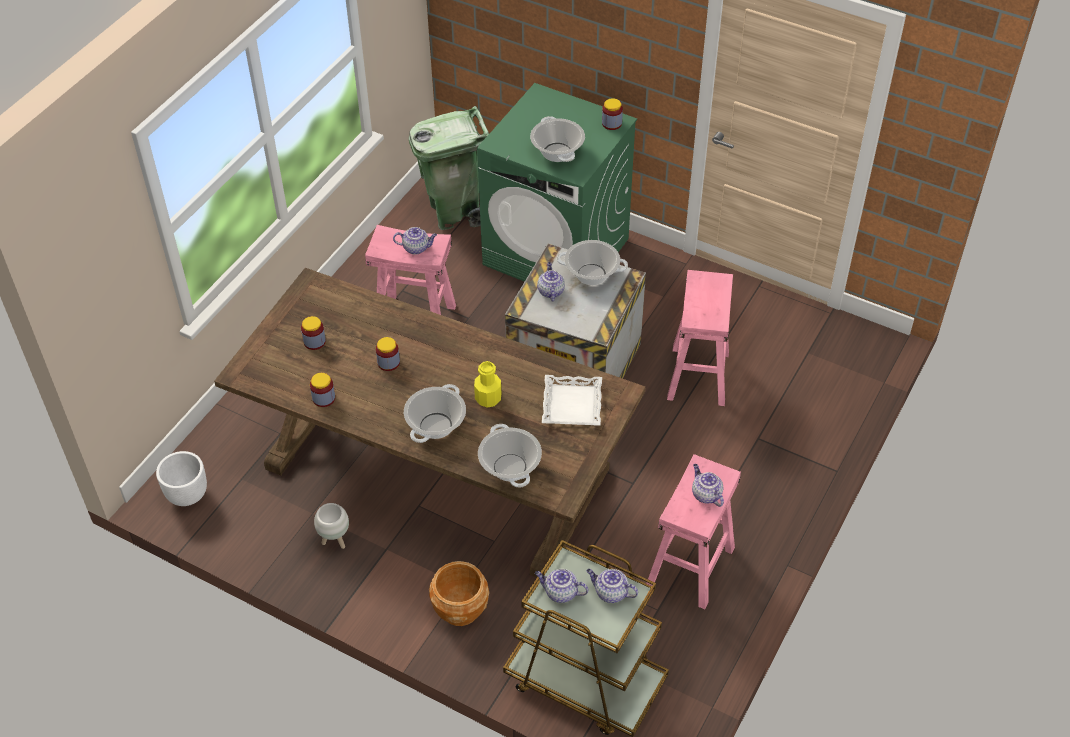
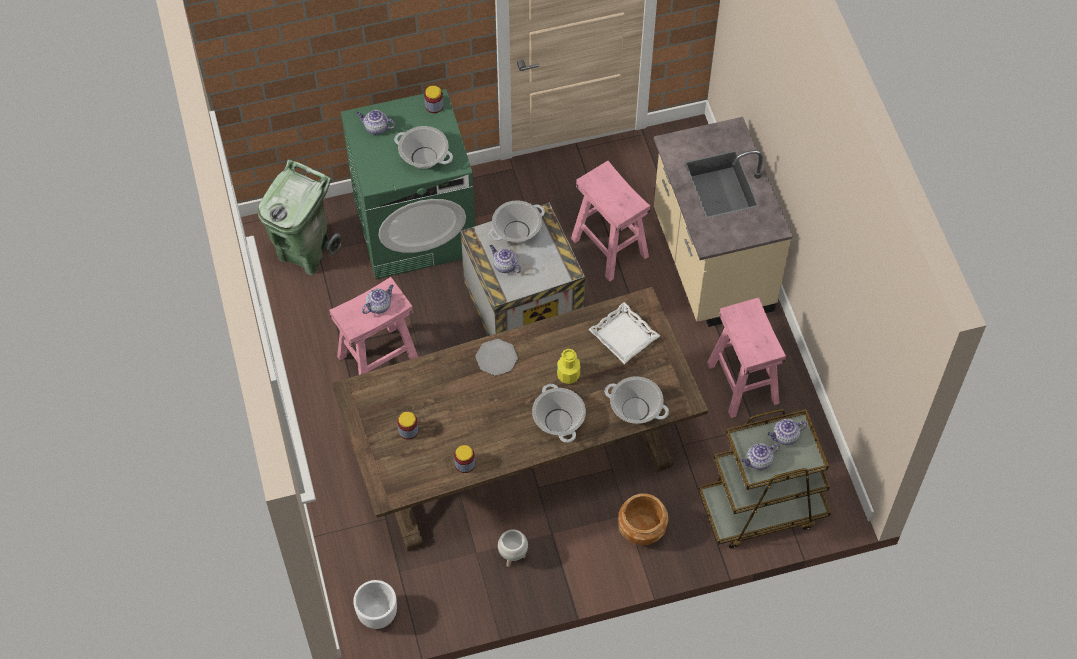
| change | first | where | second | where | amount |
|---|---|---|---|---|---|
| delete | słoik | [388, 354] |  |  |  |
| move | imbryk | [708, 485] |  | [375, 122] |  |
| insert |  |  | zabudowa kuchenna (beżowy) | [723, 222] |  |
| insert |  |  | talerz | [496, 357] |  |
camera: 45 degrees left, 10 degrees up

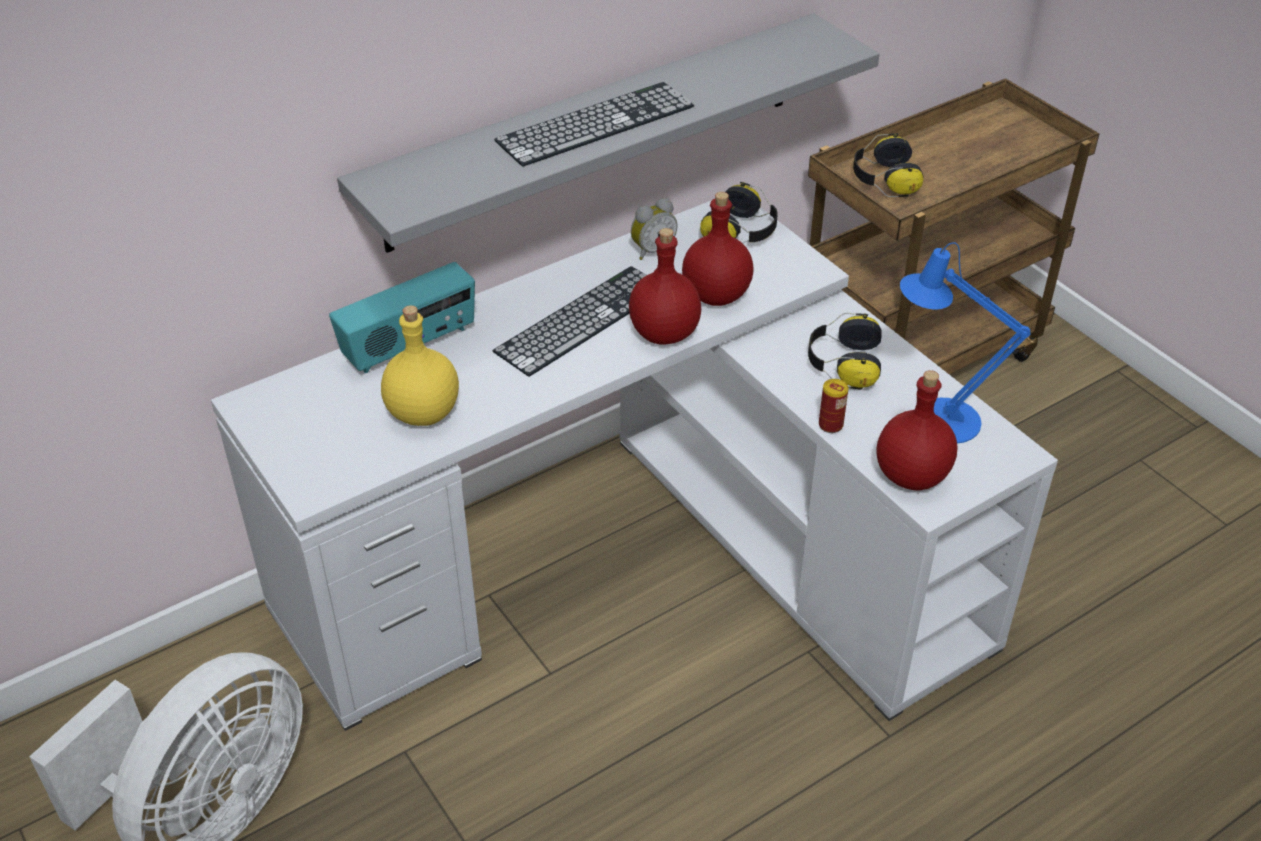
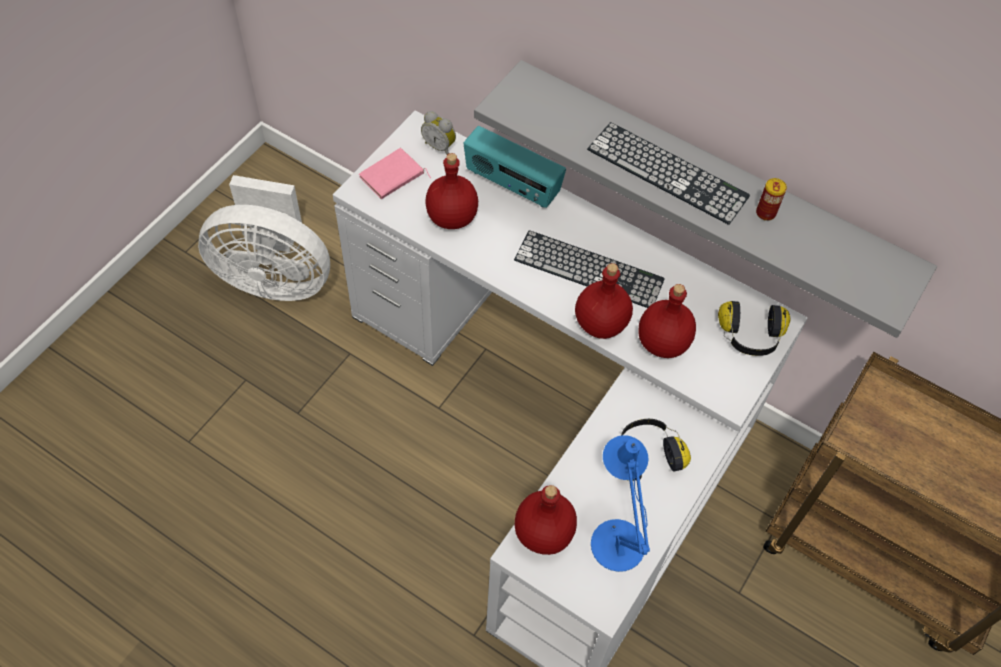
| change | first | where | second | where | amount |
|---|---|---|---|---|---|
| delete | słuchawki | [888, 165] |  |  |  |
| move | budzik | [654, 229] |  | [438, 133] |  |
| recolor | butelka (żółty) | [420, 365] | butelka (czerwony) | [451, 191] |  |
| move | puszka | [833, 406] |  | [771, 199] |  |
| insert |  |  | książka (różowy) | [395, 173] |  |
camera: 65 degrees right, 15 degrees up

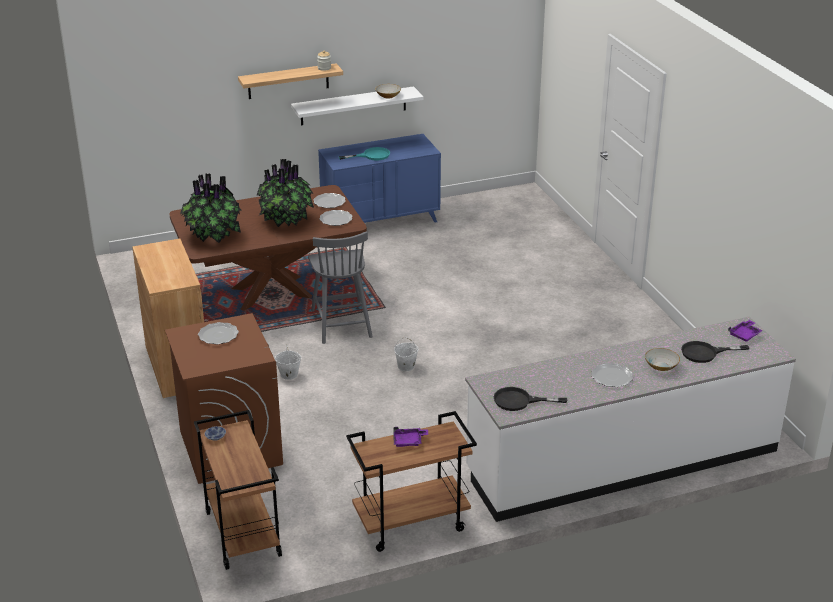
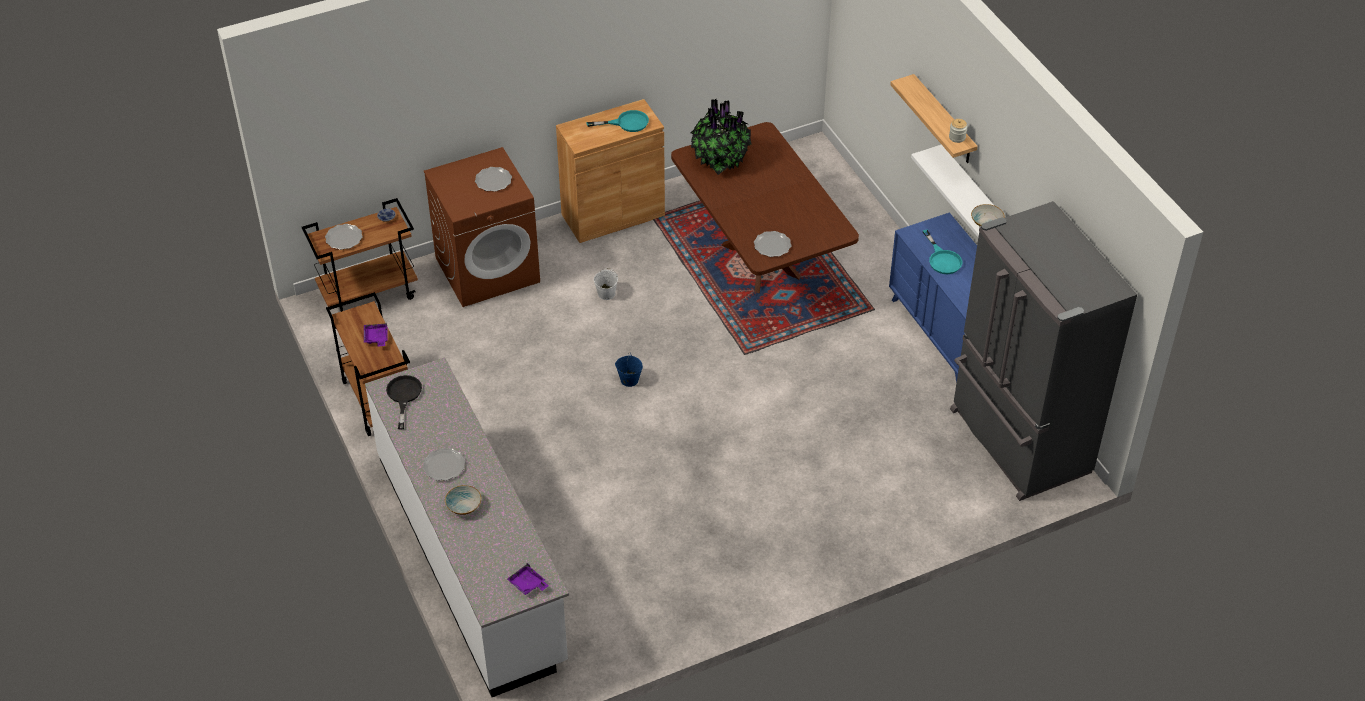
| change | first | where | second | where | amount |
|---|---|---|---|---|---|
| delete | roślina doniczkowa | [285, 193] |  |  |  |
| move | talerz | [329, 200] |  | [344, 237] |  |
| delete | krzesło (szary) | [340, 287] |  |  |  |
| recolor | wiadro (biały) | [406, 354] | wiadro (niebieski) | [629, 369] |  |
| delete | patelnia (czarny) | [715, 352] |  |  |  |
| insert |  |  | patelnia (turkusowy) | [618, 121] |  |
| insert |  |  | lodówka (szary) | [1043, 351] |  |
camera: 85 degrees right, 15 degrees up

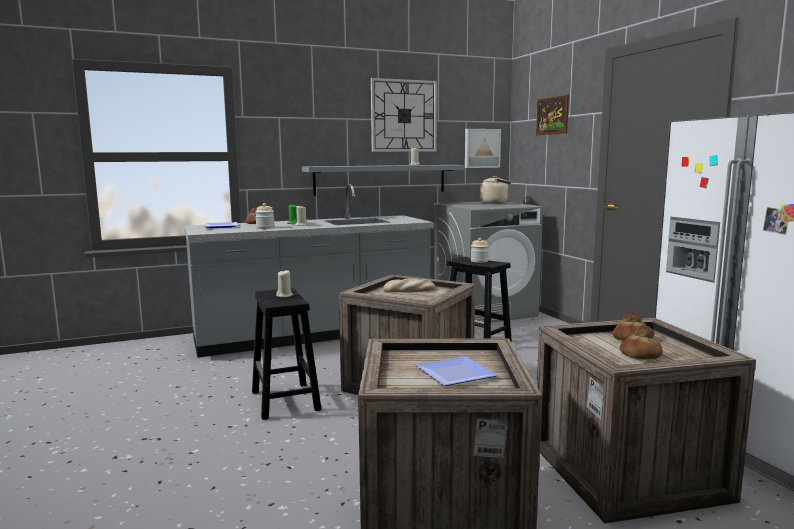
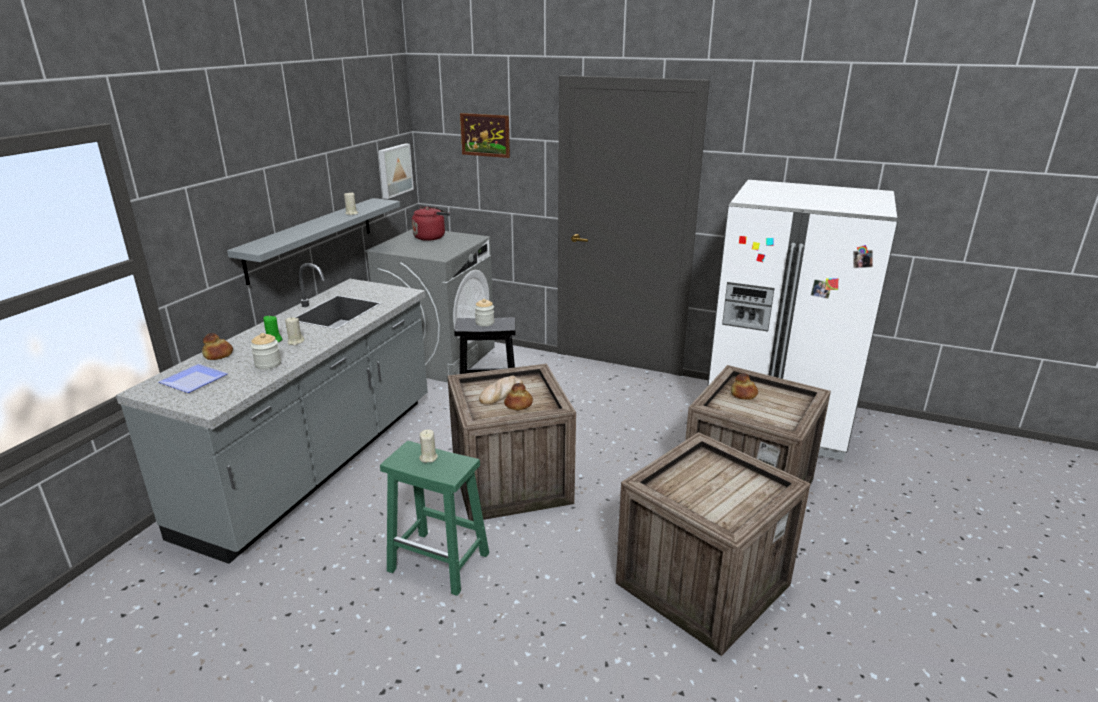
| change | first | where | second | where | amount |
|---|---|---|---|---|---|
| delete | zegar ścienny | [404, 115] |  |  |  |
| recolor | czajnik (beżowy) | [495, 190] | czajnik (czerwony) | [431, 223] |  |
| recolor | stołek (czarny) | [287, 354] | stołek (zielony) | [434, 518] |  |
| move | chleb | [641, 342] |  | [518, 396] |  |
| delete | talerz | [457, 371] |  |  |  |
camera: 45 degrees left, 15 degrees up

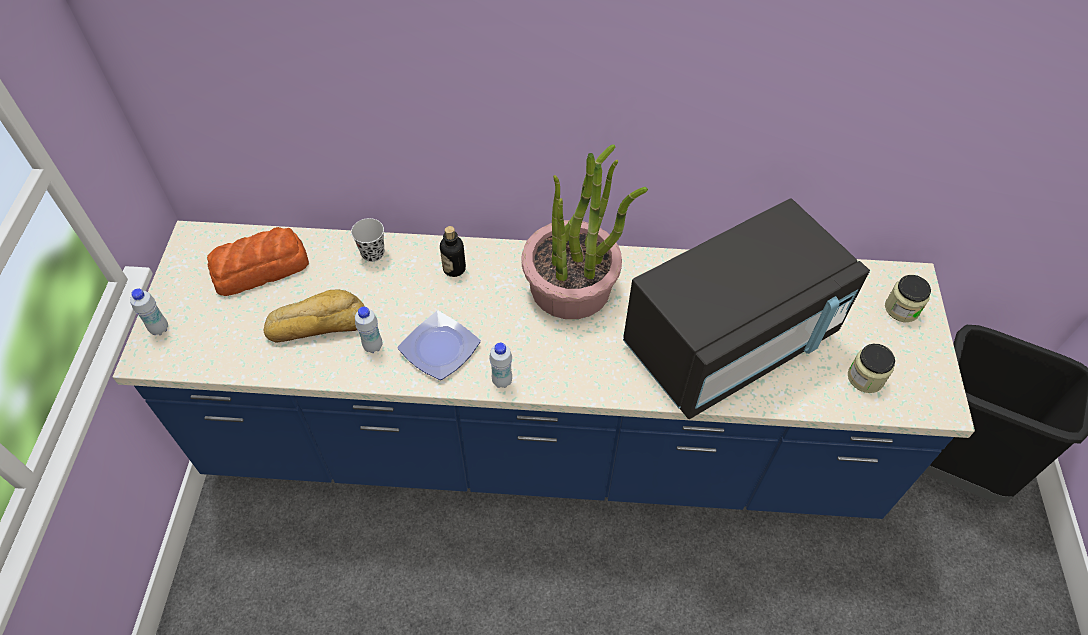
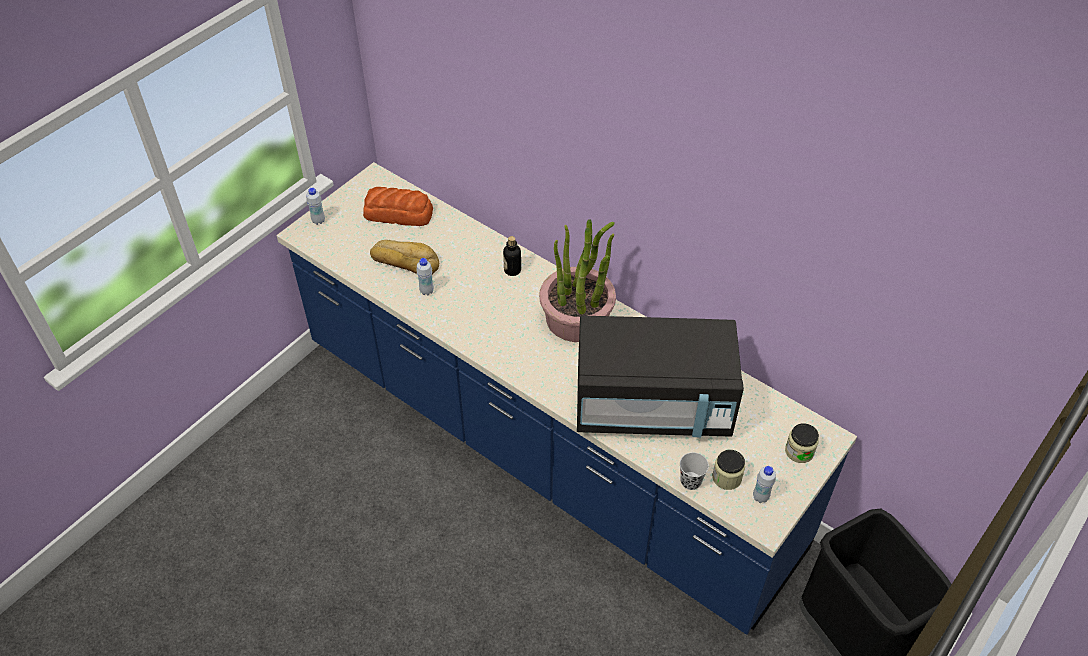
| change | first | where | second | where | amount |
|---|---|---|---|---|---|
| move | filiżanka (czarny) | [367, 240] |  | [694, 471] |  |
| delete | talerz | [439, 345] |  |  |  |
| move | butelka (biały) | [500, 365] |  | [764, 484] |  |
camera: 35 degrees right, 5 degrees down

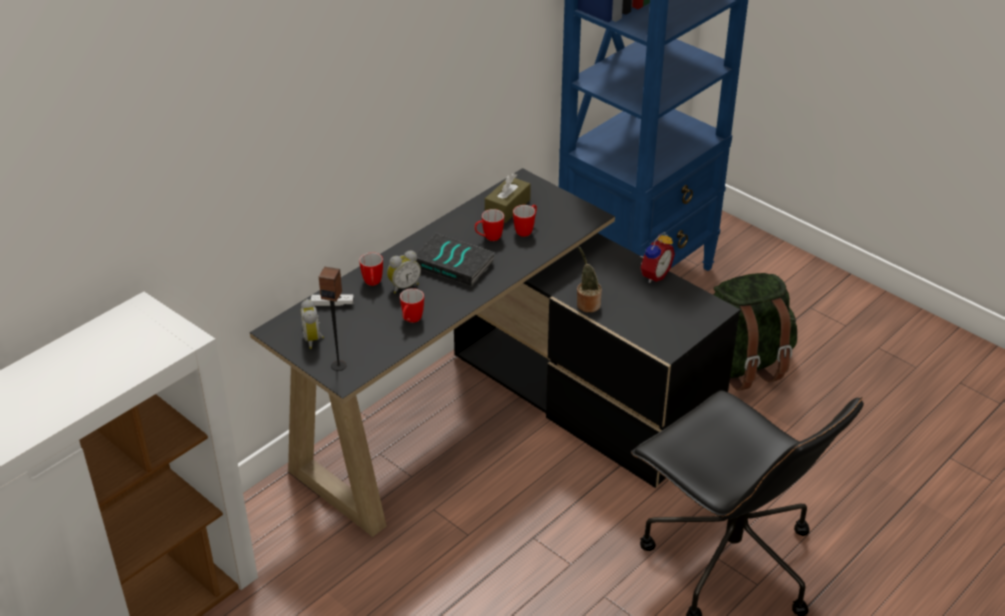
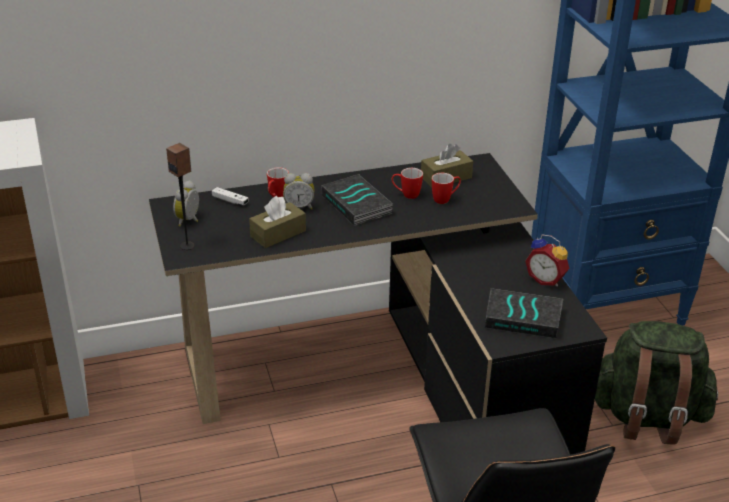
| change | first | where | second | where | amount |
|---|---|---|---|---|---|
| rotate | budzik | [657, 257] |  | [547, 260] | 60 degrees clockwise |
| delete | roślina doniczkowa | [589, 279] |  |  |  |
| replace | kubek | [412, 305] | pudełko chusteczek (brązowy) | [277, 222] |  |
| insert |  |  | książka | [524, 313] |  |
camera: 30 degrees right, 5 degrees down

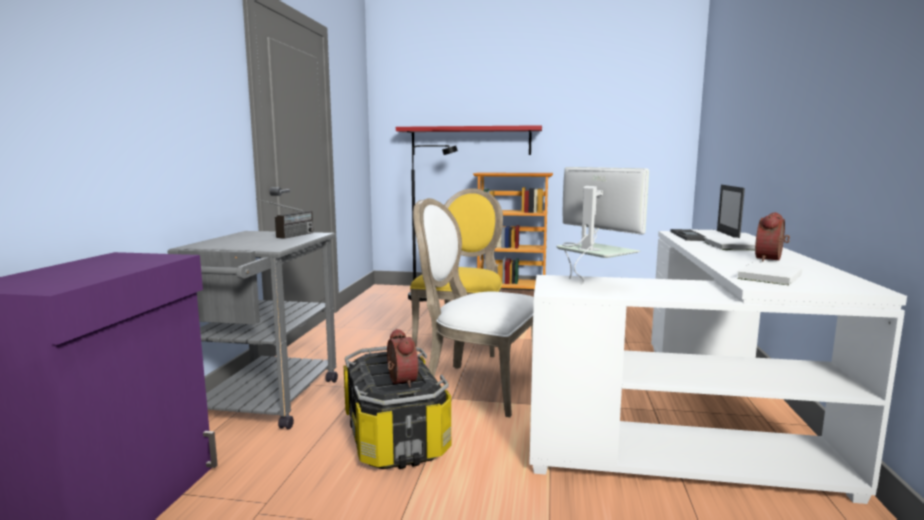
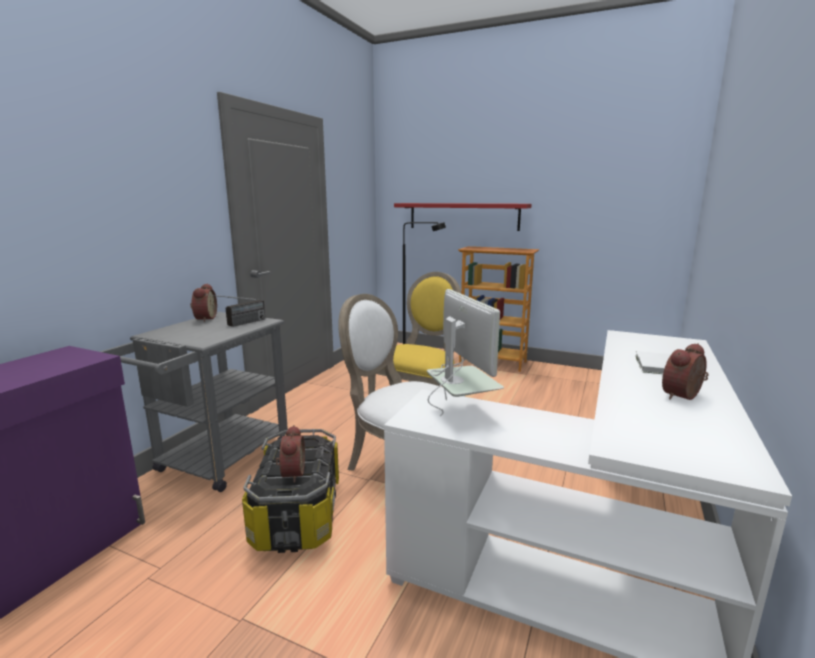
| change | first | where | second | where | amount |
|---|---|---|---|---|---|
| delete | laptop | [708, 213] |  |  |  |
| delete | książka (biały) | [769, 274] |  |  |  |
| insert |  |  | budzik | [203, 302] |  |
camera: 15 degrees right, 5 degrees up

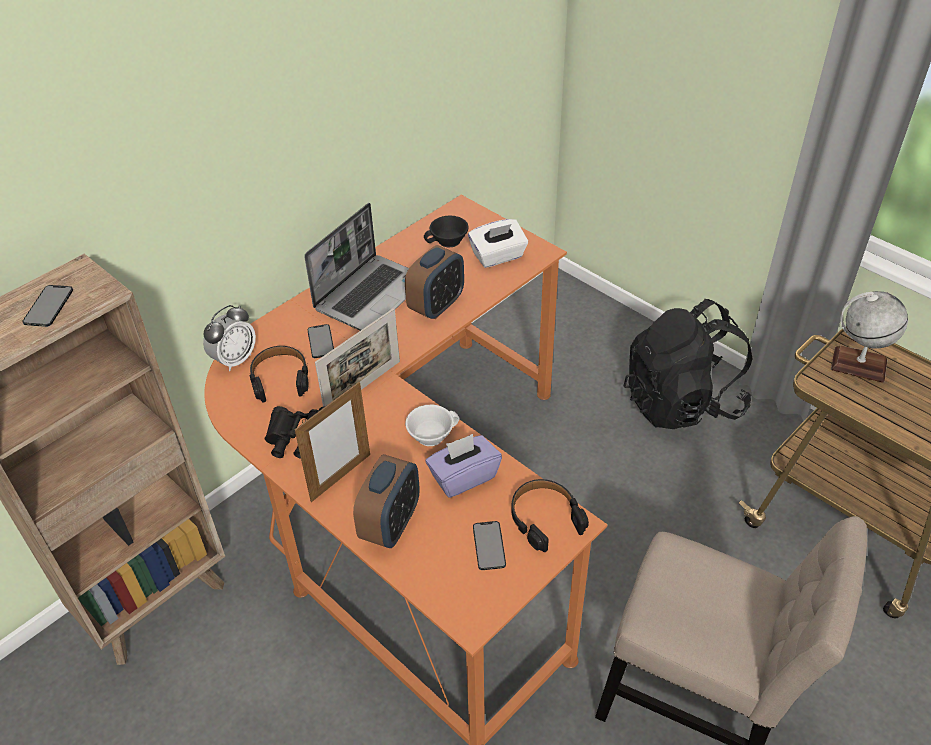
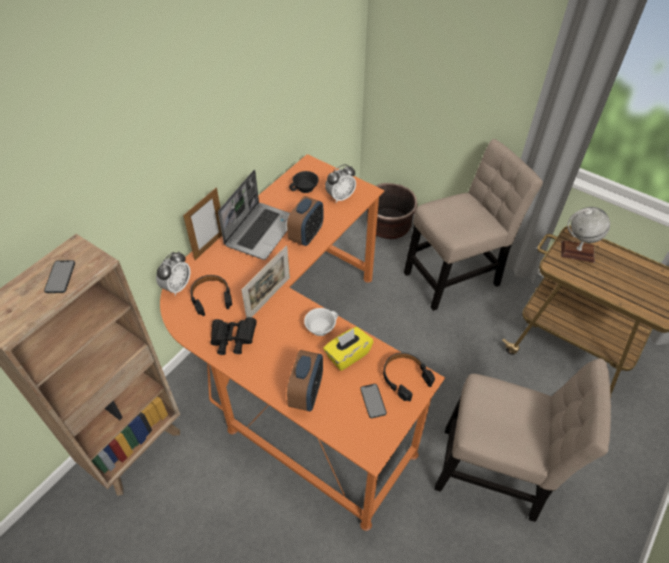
| change | first | where | second | where | amount |
|---|---|---|---|---|---|
| replace | pudełko chusteczek (biały) | [498, 243] | budzik | [340, 183] |  |
| replace | plecak (czarny) | [688, 364] | krzesło (beżowy) | [473, 225] |  |
| delete | telefon | [321, 341] |  |  |  |
| move | ramka na zdjęcie | [332, 442] |  | [202, 224] |  |
| recolor | pudełko chusteczek (fioletowy) | [464, 466] | pudełko chusteczek (żółty) | [348, 349] |  |
| insert |  |  | donica (brązowy) | [392, 211] |  |
camera: 10 degrees left, 5 degrees up

